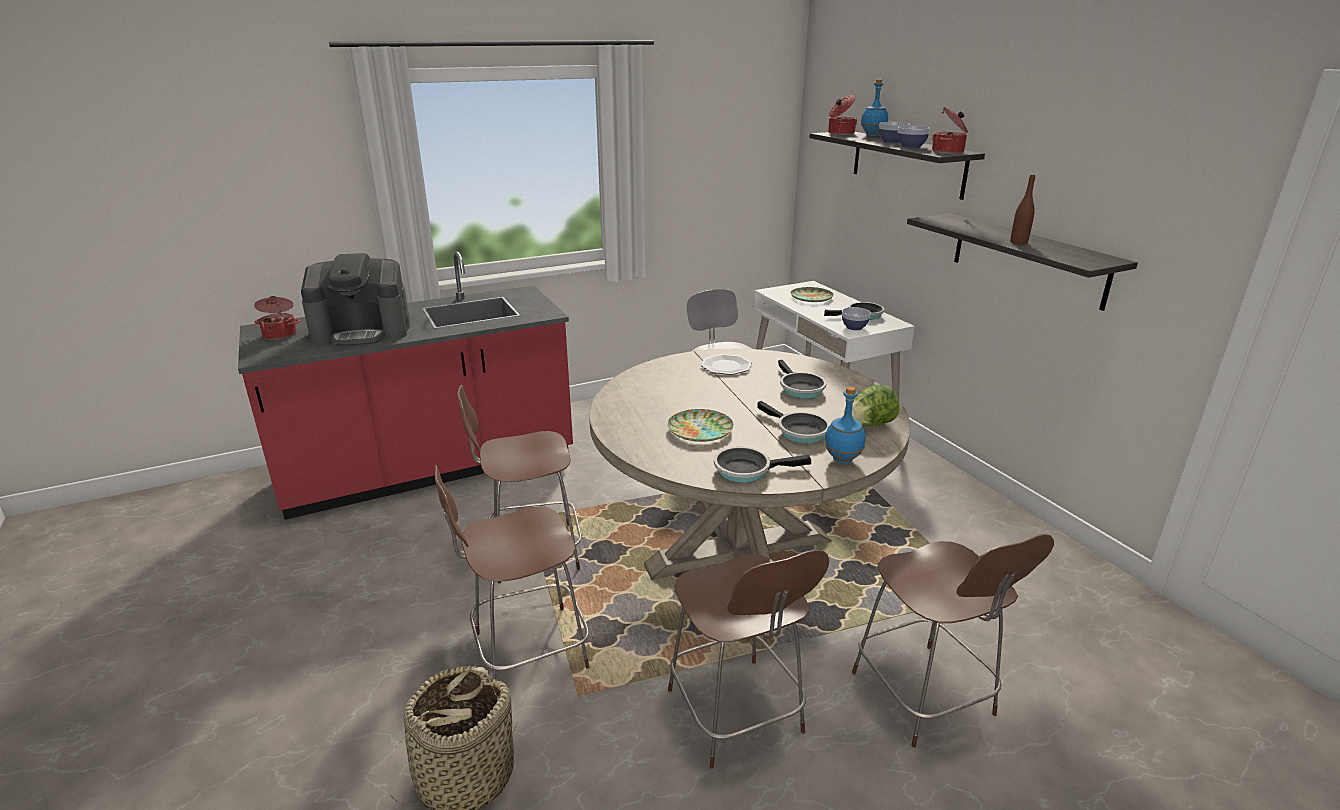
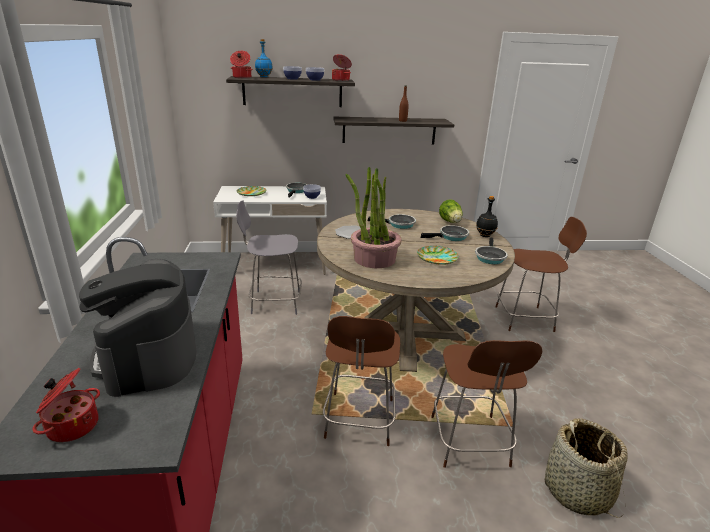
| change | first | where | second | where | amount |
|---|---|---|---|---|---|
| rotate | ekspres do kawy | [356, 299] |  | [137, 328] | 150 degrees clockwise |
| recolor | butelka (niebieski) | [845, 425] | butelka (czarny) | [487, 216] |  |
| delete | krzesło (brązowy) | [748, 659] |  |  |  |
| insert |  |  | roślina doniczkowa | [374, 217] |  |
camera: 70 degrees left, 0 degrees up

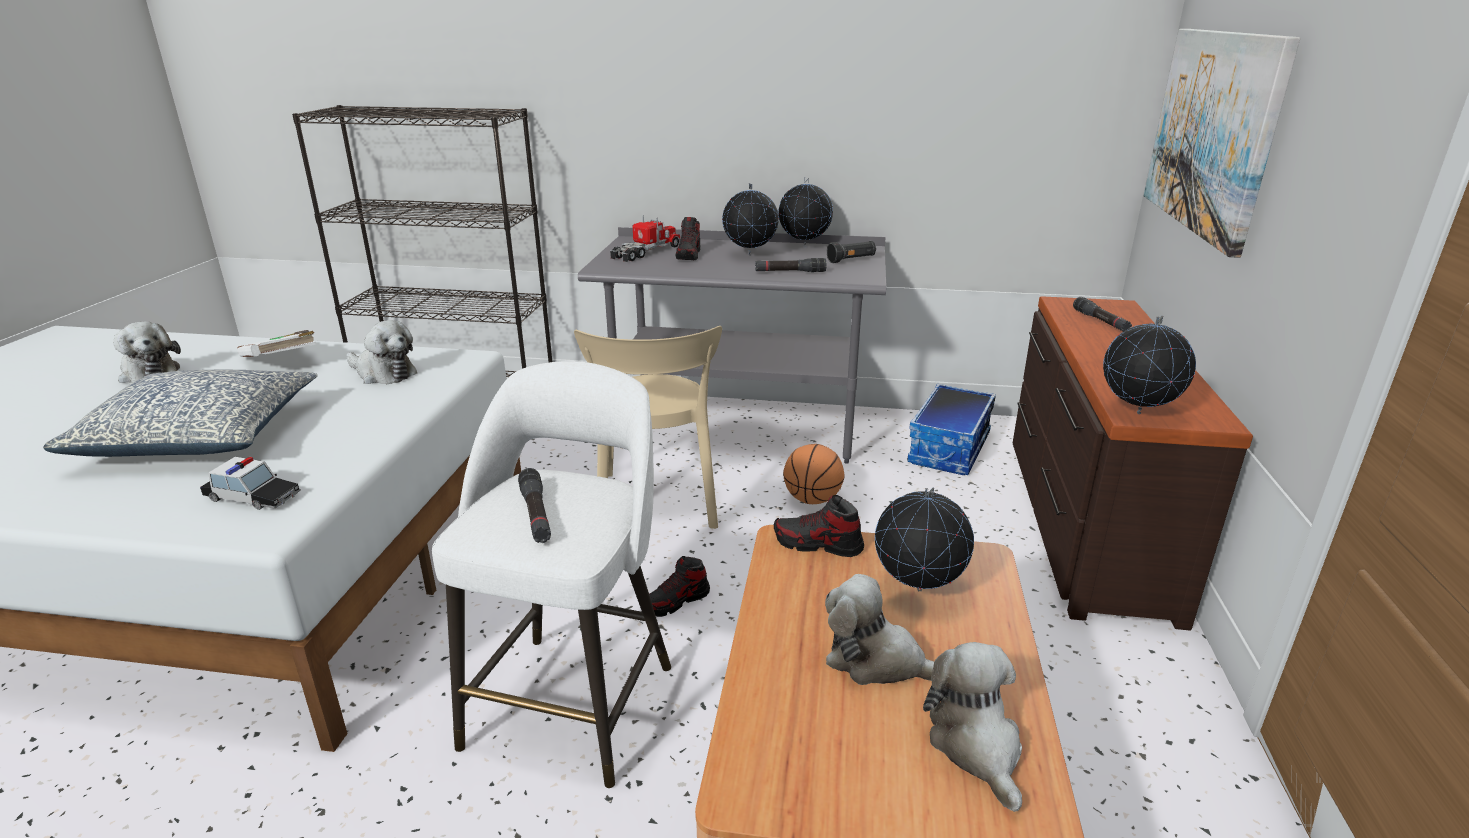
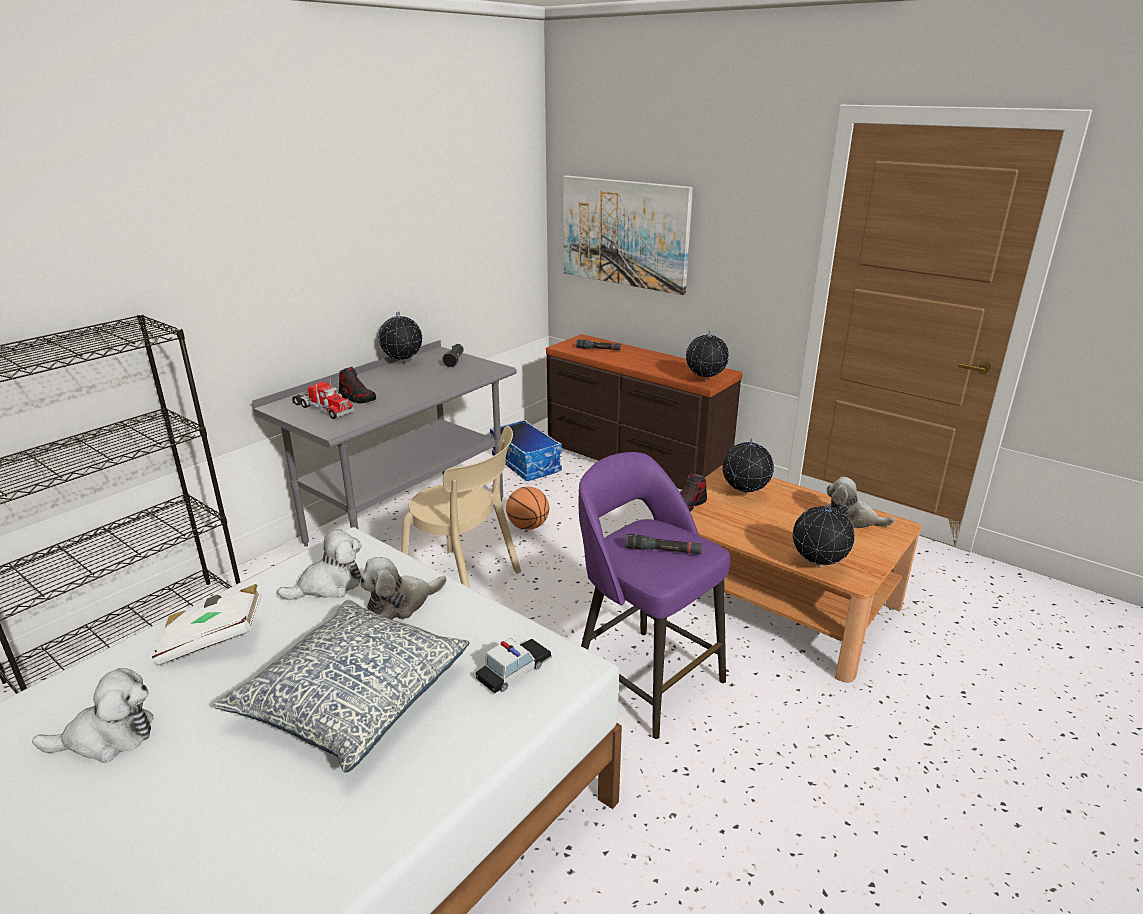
| change | first | where | second | where | amount |
|---|---|---|---|---|---|
| move | globus | [750, 219] |  | [824, 535] |  |
| rotate | ciężarówka zabawkowa | [645, 238] |  | [323, 399] | 150 degrees clockwise |
| delete | latarka (czarny) | [790, 265] |  |  |  |
| recolor | stołek (biały) | [551, 574] | stołek (fioletowy) | [654, 595] |  |
| delete | but | [679, 586] |  |  |  |
| move | pluszak | [879, 629] |  | [403, 588] |  |
camera: 60 degrees left, 0 degrees up

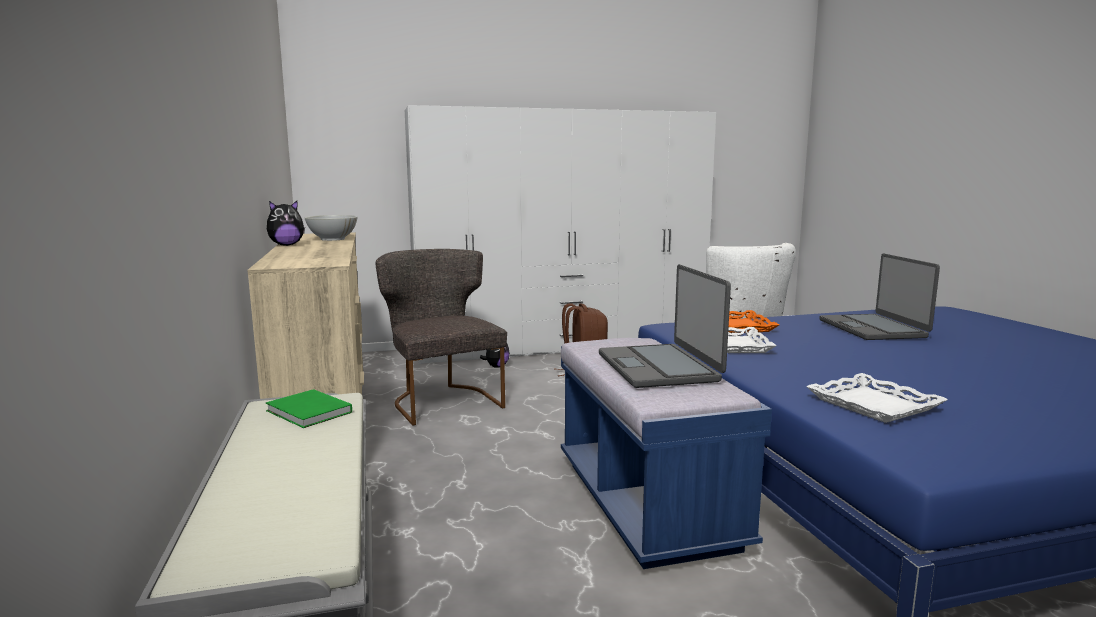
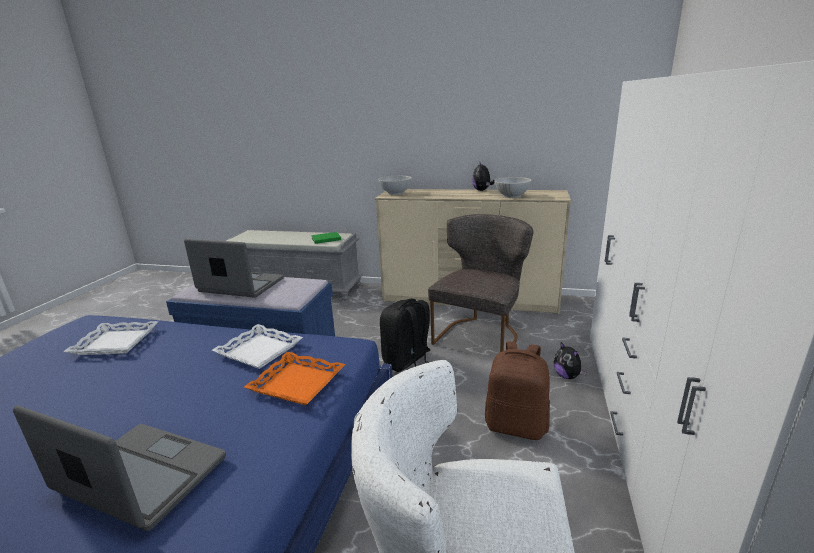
| change | first | where | second | where | amount |
|---|---|---|---|---|---|
| rotate | krzesło (szary) | [441, 337] |  | [481, 283] | 60 degrees counterclockwise |
| insert |  |  | miska (biały) | [395, 185] |  |
| insert |  |  | plecak (czarny) | [405, 335] |  |
camera: 120 degrees right, 10 degrees up

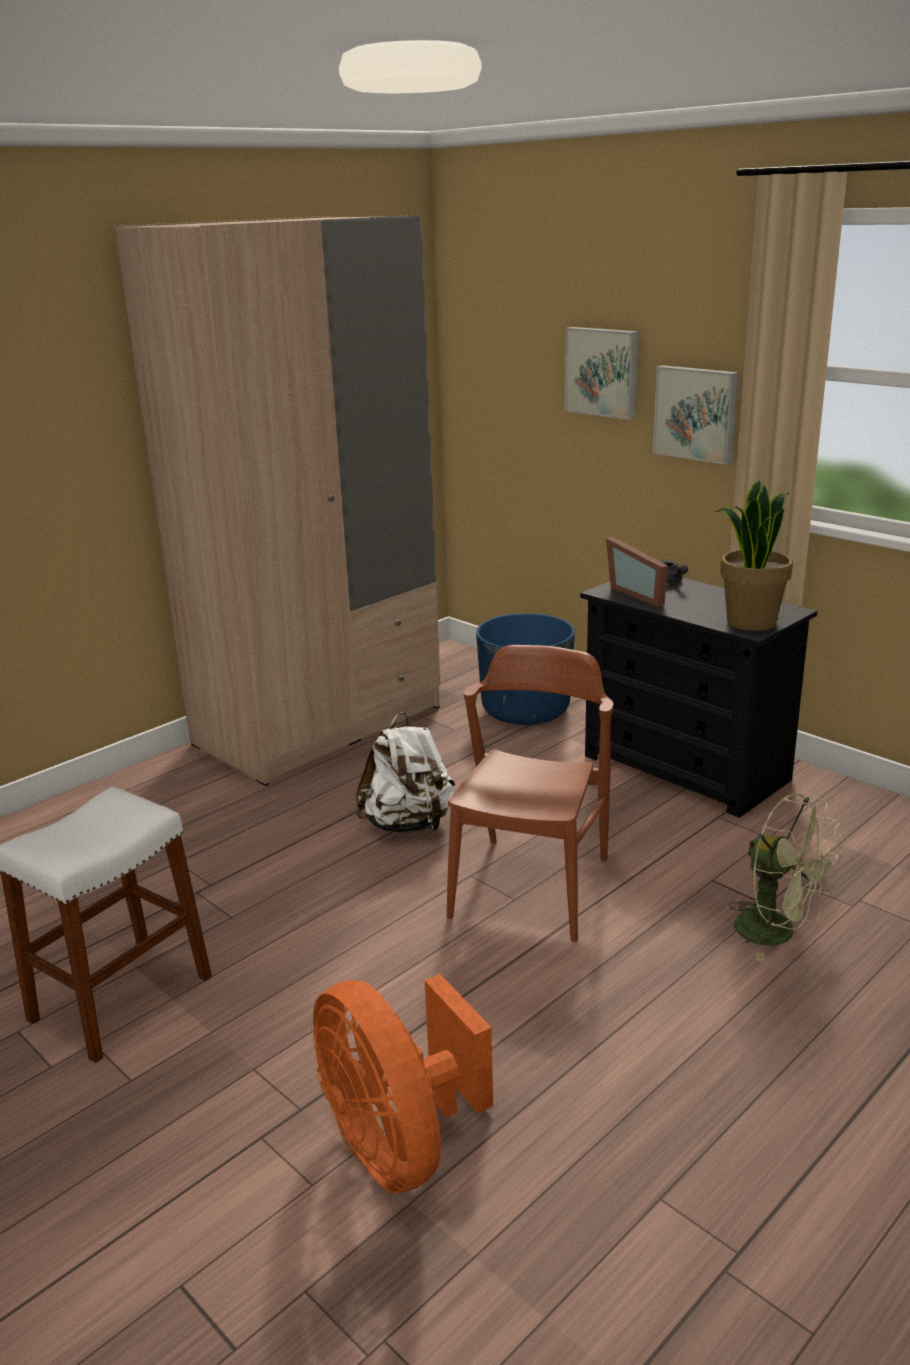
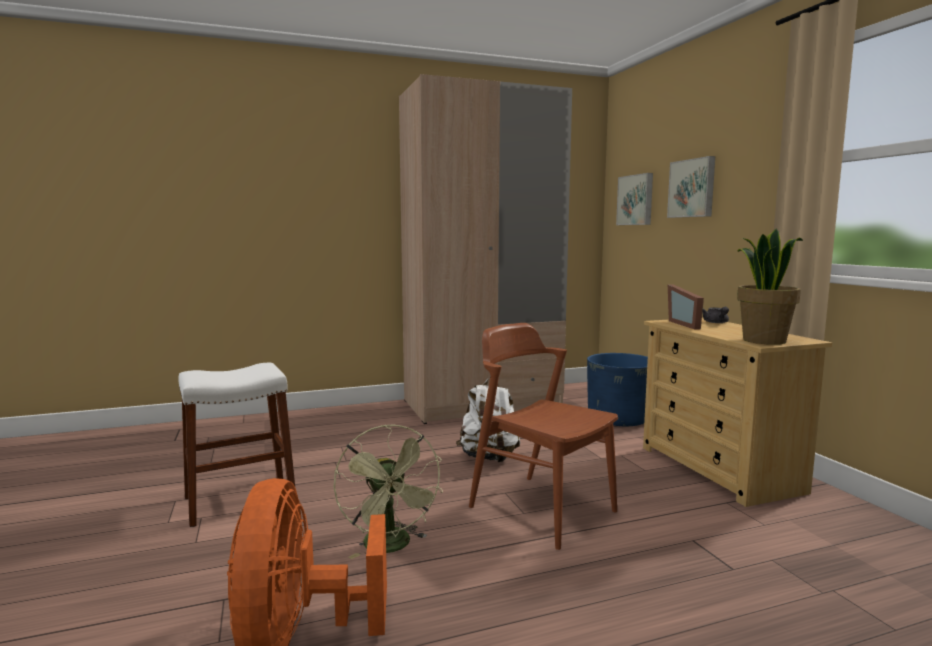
| change | first | where | second | where | amount |
|---|---|---|---|---|---|
| move | obraz | [696, 415] |  | [634, 199] |  |
| recolor | komoda (czarny) | [699, 698] | komoda (beżowy) | [737, 412] |  |
| rotate | krzesło (brązowy) | [530, 793] |  | [543, 436] | 90 degrees counterclockwise |
| move | wentylator (zielony) | [785, 877] |  | [388, 491] |  |
camera: 25 degrees right, 15 degrees down

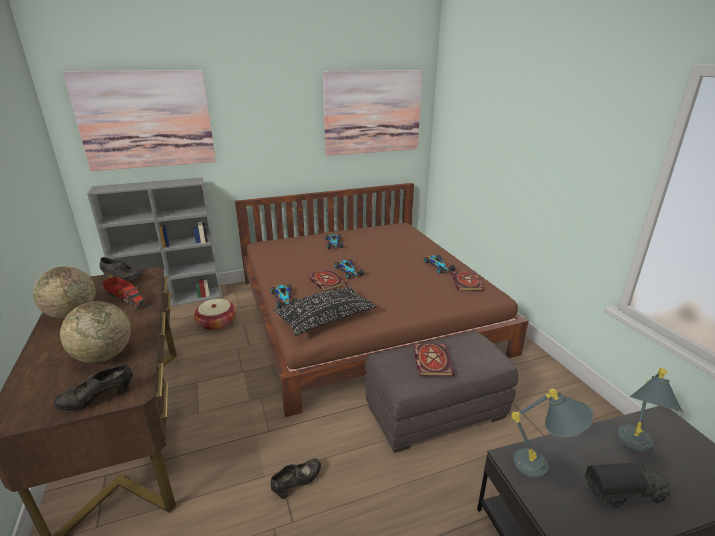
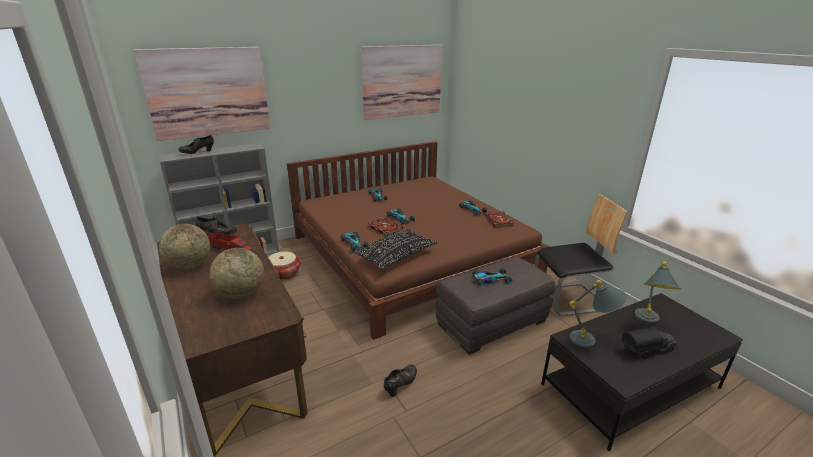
| change | first | where | second | where | amount |
|---|---|---|---|---|---|
| replace | książka | [434, 359] | samochodzik | [492, 277] |  |
| move | but (czarny) | [93, 387] |  | [196, 144] |  |
| insert |  |  | krzesło | [581, 255] |  |
camera: 10 degrees left, 0 degrees up

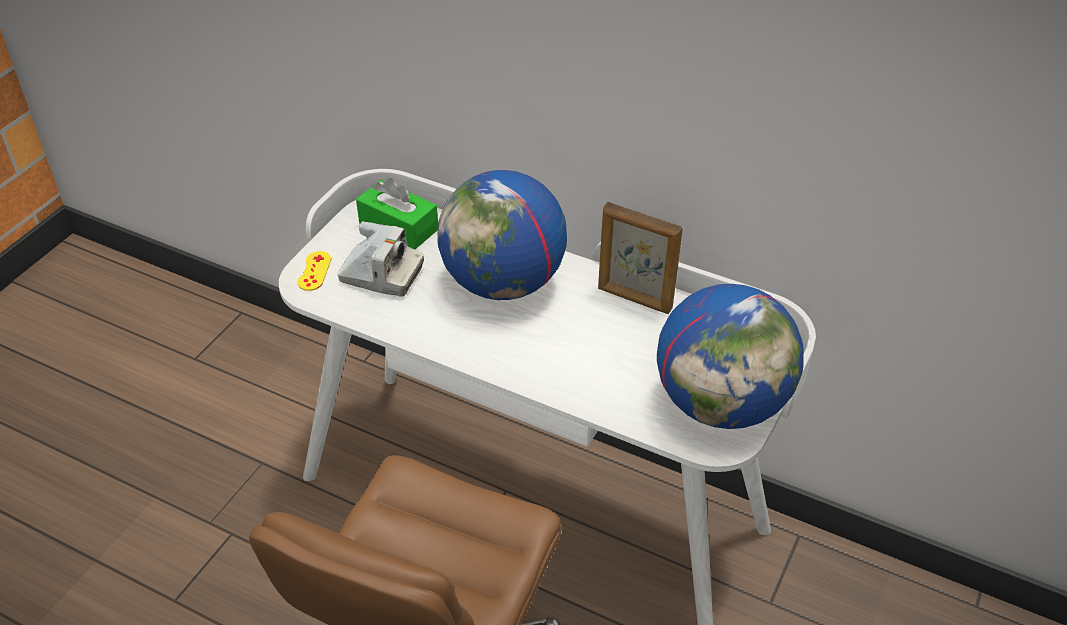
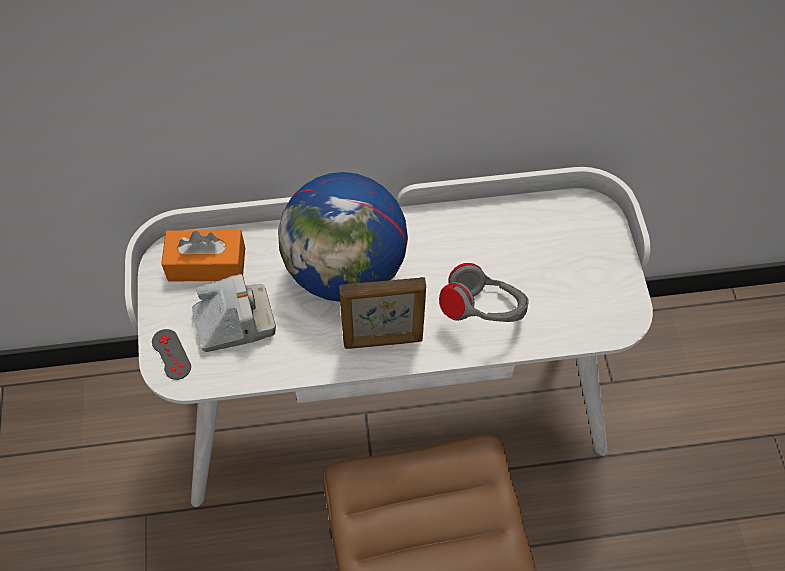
| change | first | where | second | where | amount |
|---|---|---|---|---|---|
| recolor | pudełko chusteczek (zielony) | [397, 213] | pudełko chusteczek (pomarańczowy) | [203, 255] |  |
| move | ramka na zdjęcie | [640, 258] |  | [382, 313] |  |
| recolor | pad do gier (żółty) | [314, 271] | pad do gier (szary) | [171, 354] |  |
| delete | globus | [730, 356] |  |  |  |
| insert |  |  | słuchawki (szary) | [484, 292] |  |
camera: 35 degrees left, 15 degrees up

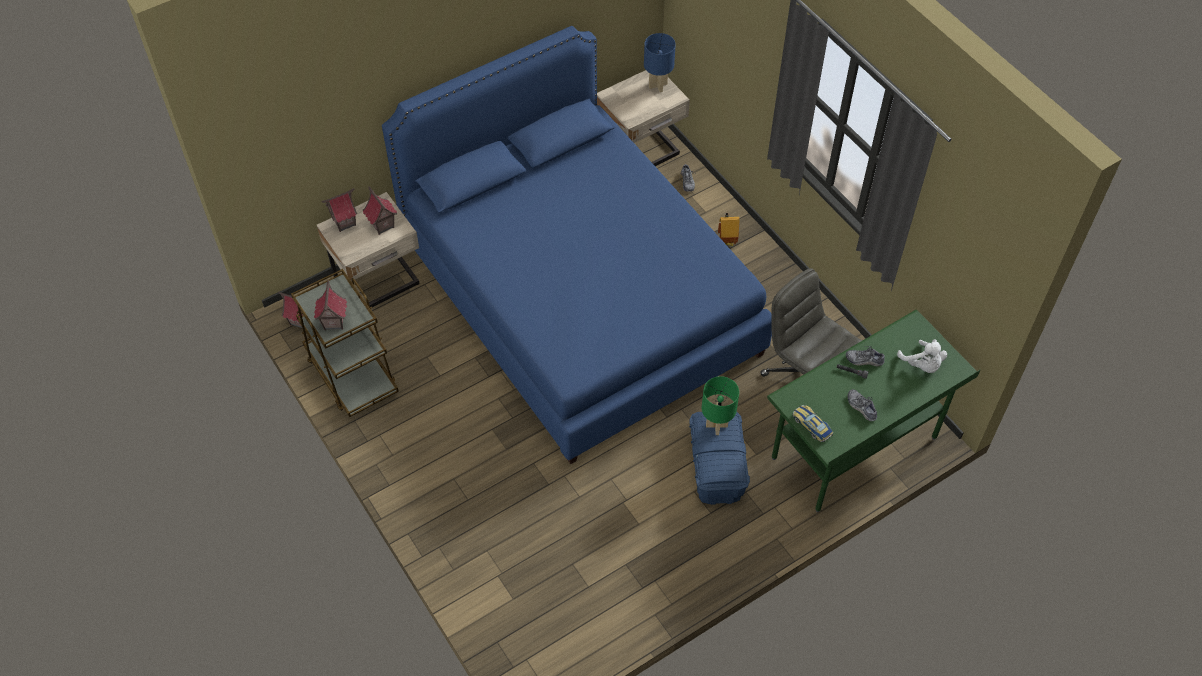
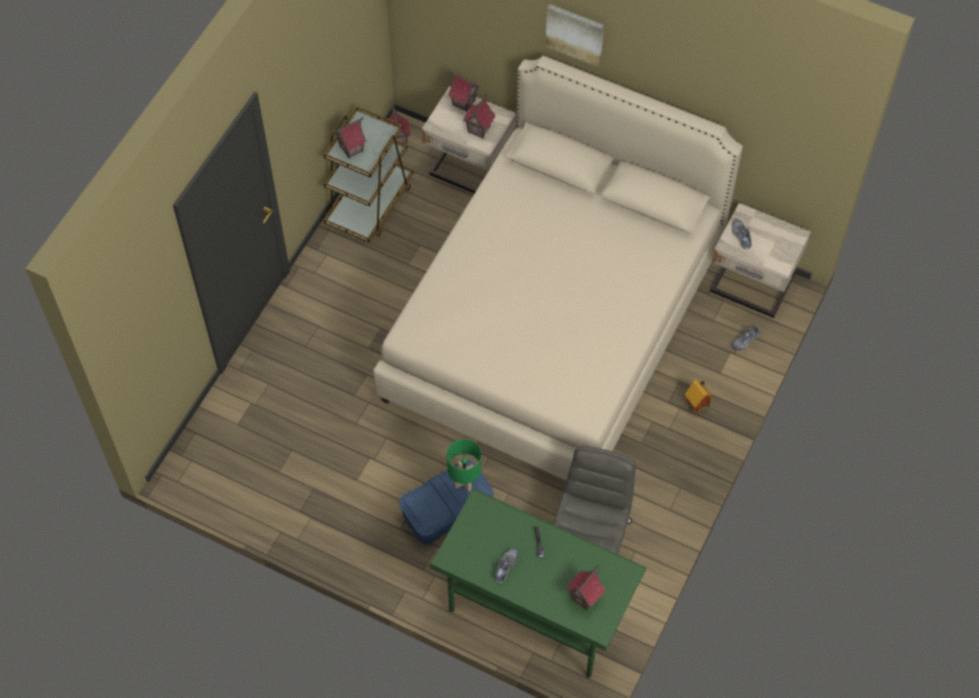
| change | first | where | second | where | amount |
|---|---|---|---|---|---|
| recolor | łóżko (niebieski) | [577, 245] | łóżko (beżowy) | [558, 268] |  |
| delete | lampa stołowa (niebieski) | [660, 62] |  |  |  |
| replace | pluszak (biały) | [922, 356] | domek | [586, 587] |  |
| move | but | [866, 356] |  | [742, 234] |  |
| delete | samochodzik | [813, 423] |  |  |  |
| insert |  |  | obraz | [574, 35] |  |
camera: 60 degrees right, 5 degrees up

